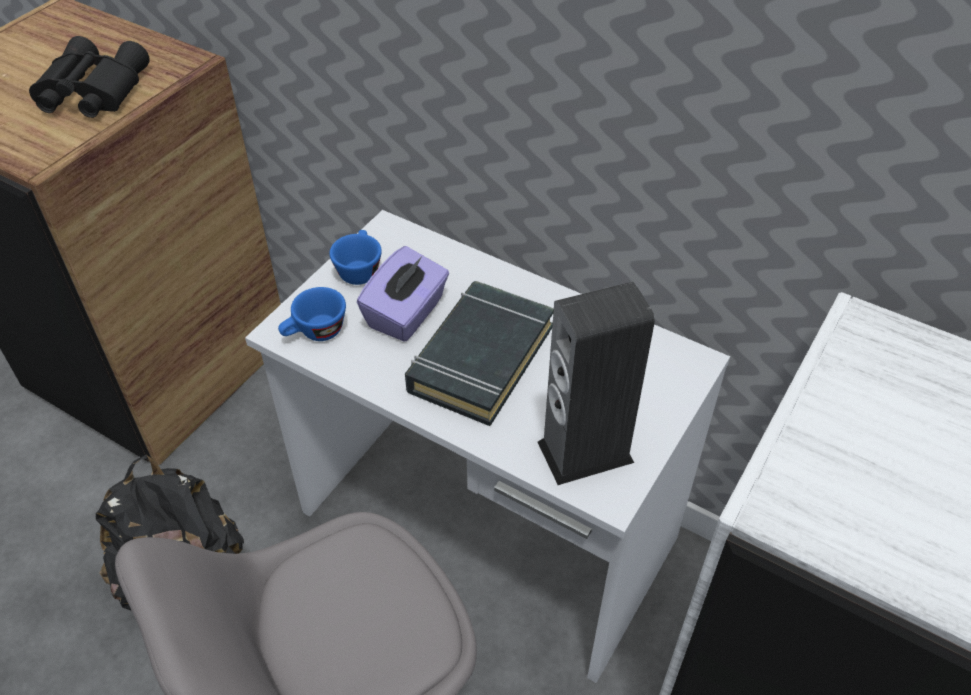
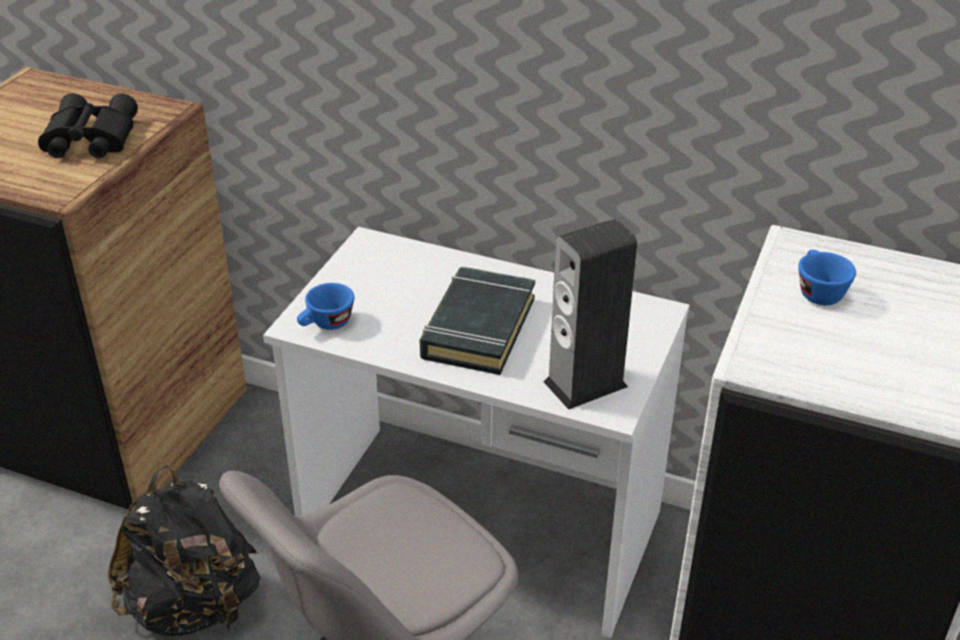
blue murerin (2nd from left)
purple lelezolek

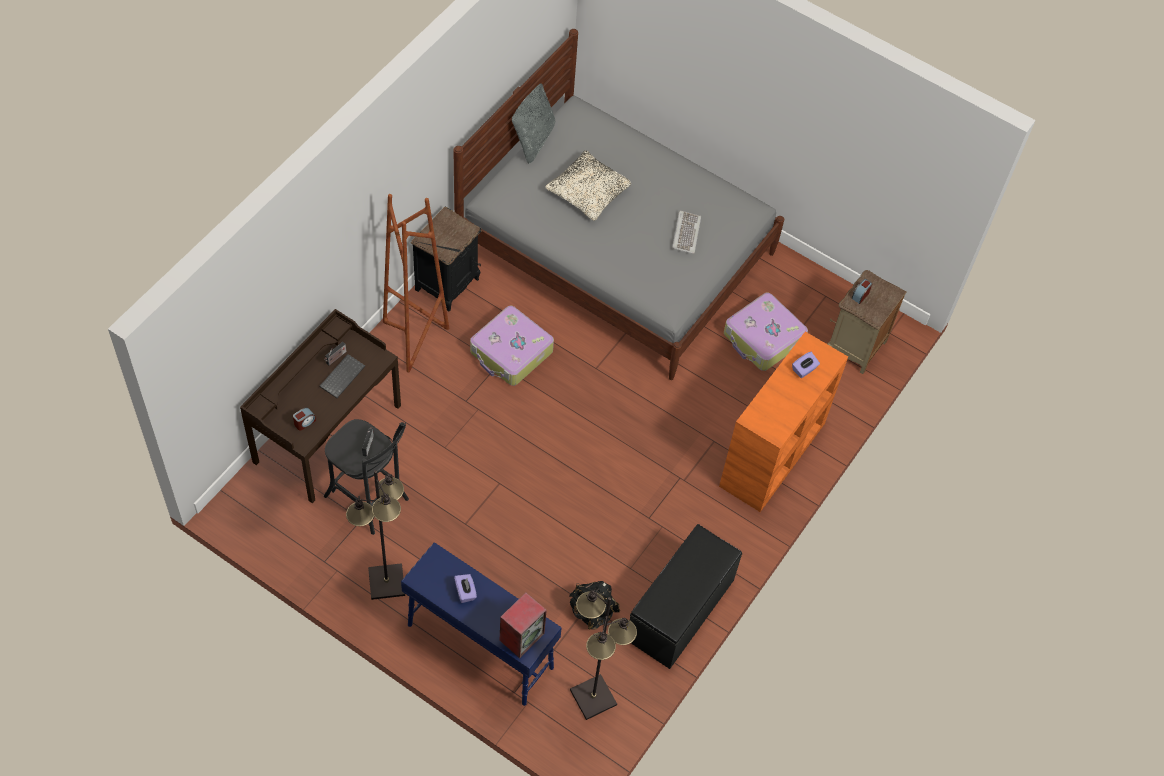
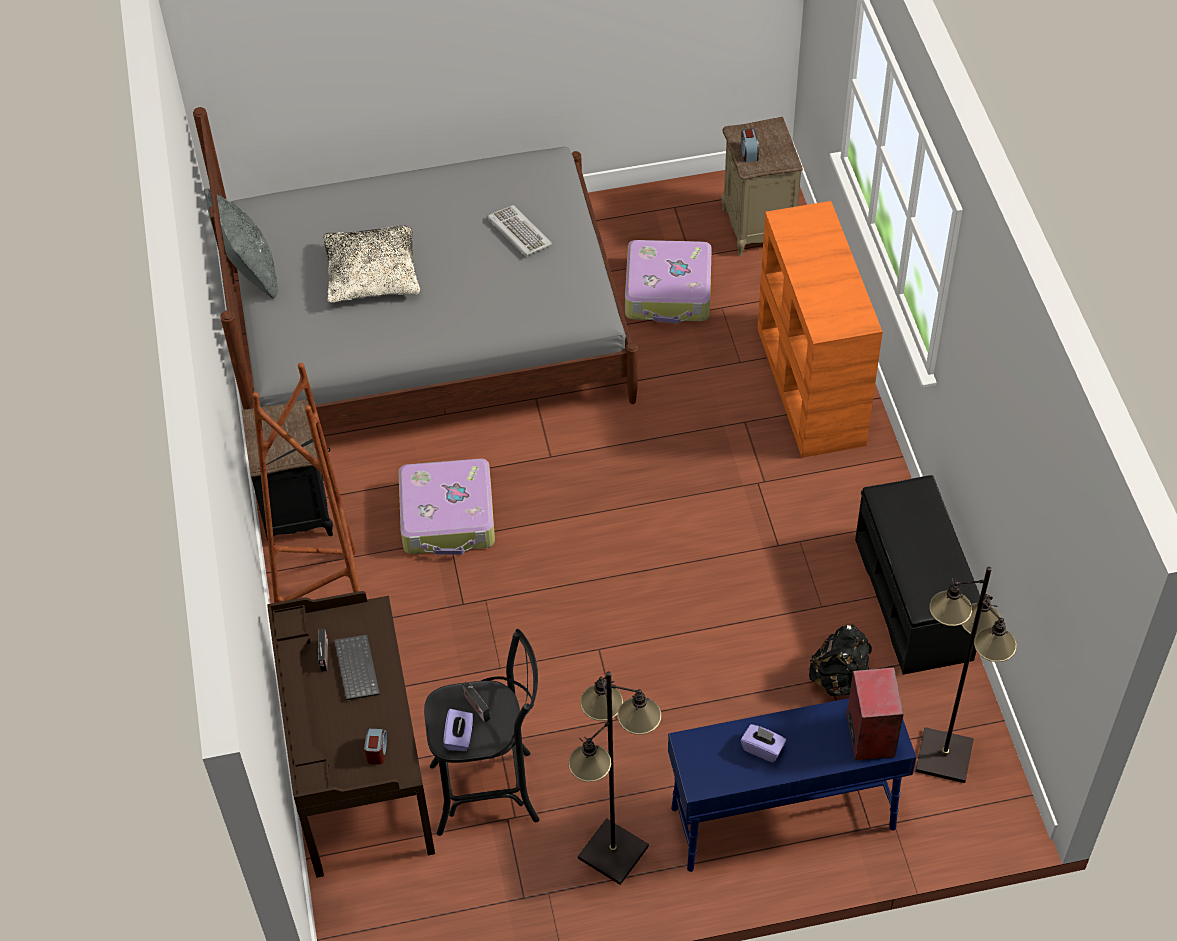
purple lelezolek (1st from left)

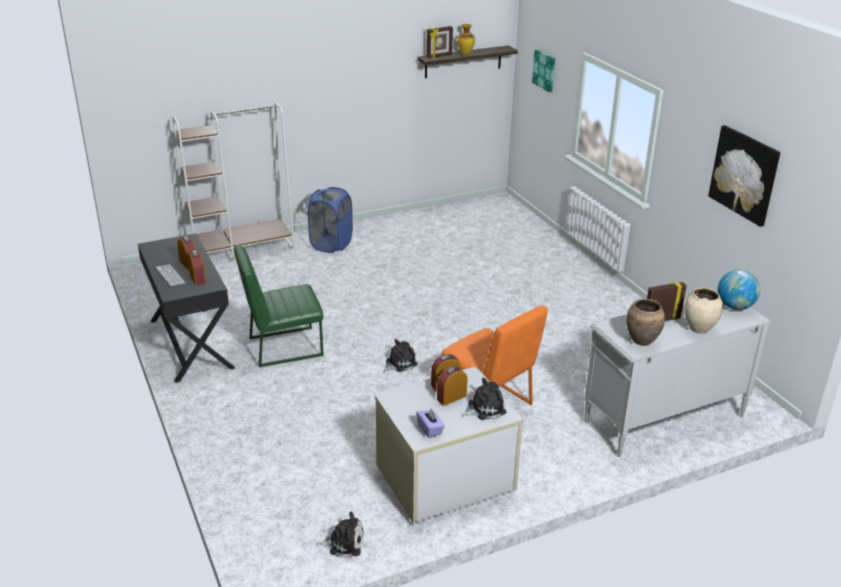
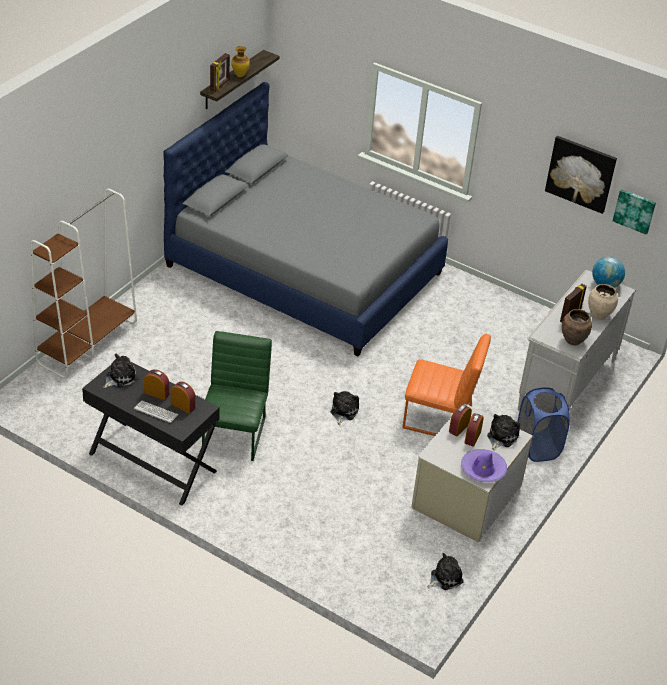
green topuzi
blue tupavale
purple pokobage
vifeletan (2nd from left)
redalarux (1st from left)
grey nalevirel

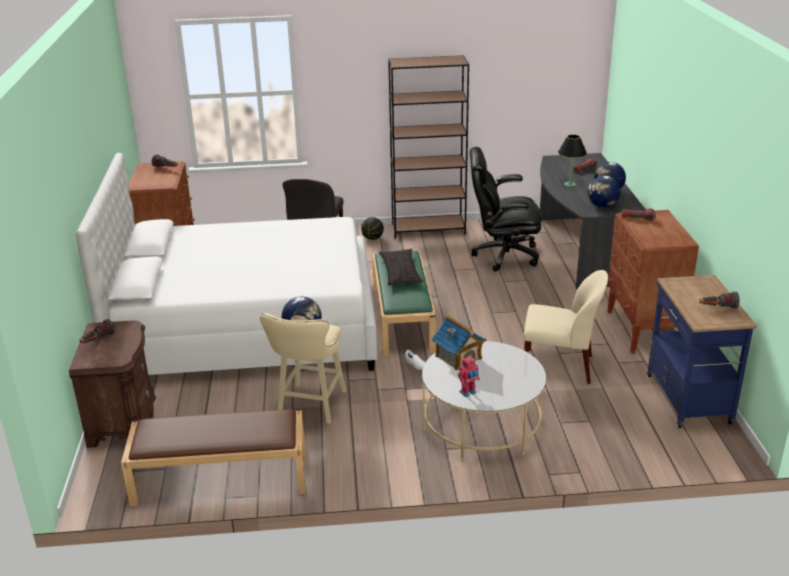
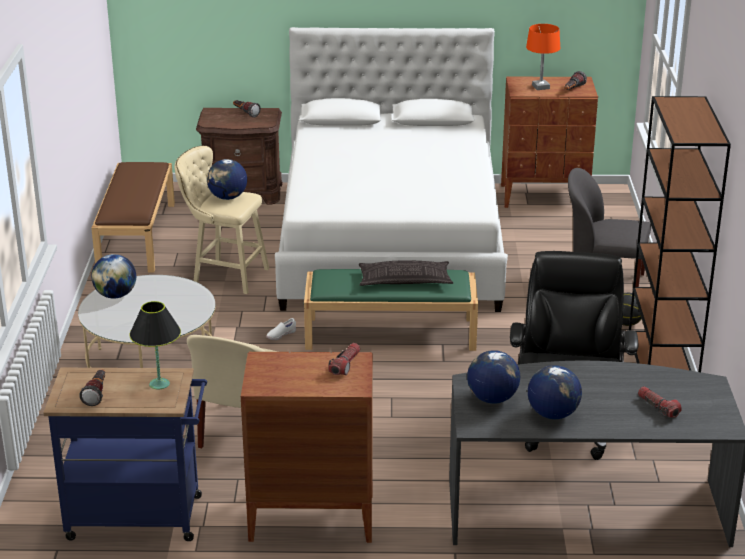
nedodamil
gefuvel (1st from left)
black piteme
orange piteme

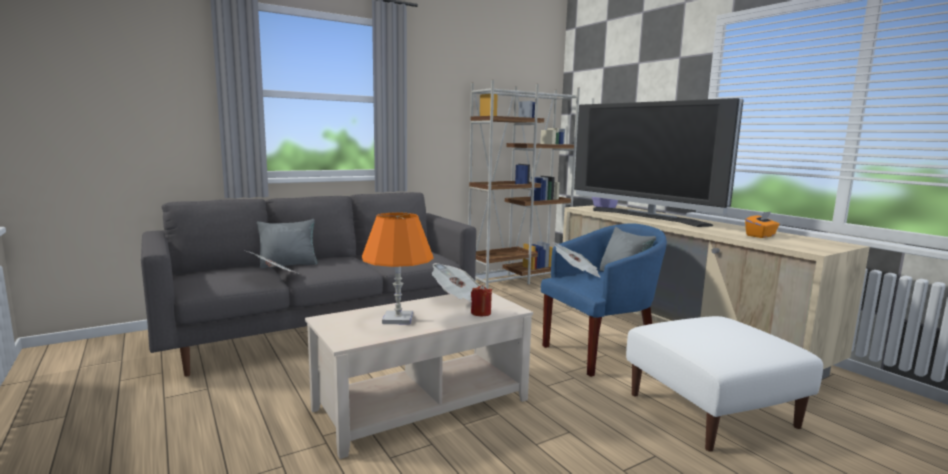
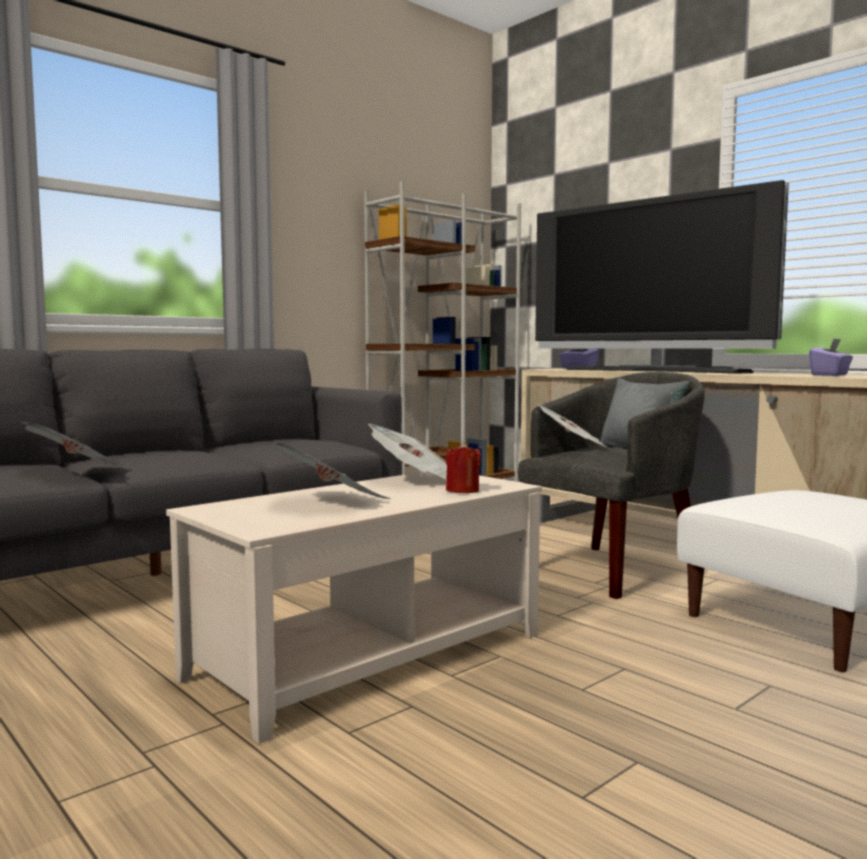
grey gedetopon (1st from left in the first image)
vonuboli (2nd from left)
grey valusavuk
purple lelezolek (2nd from left)

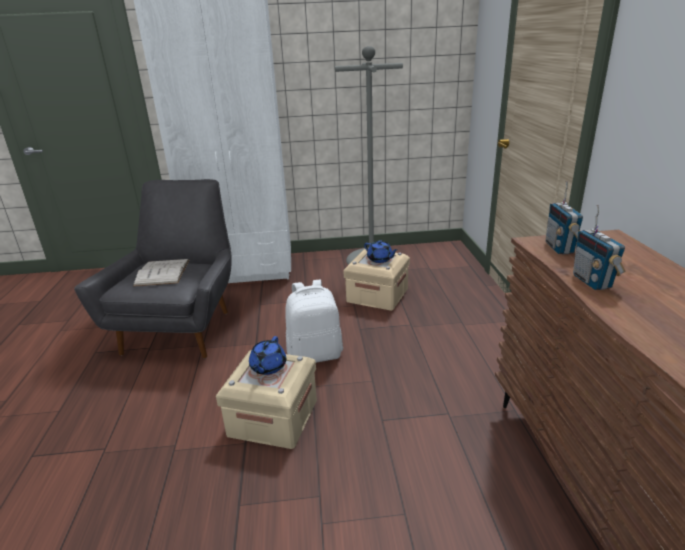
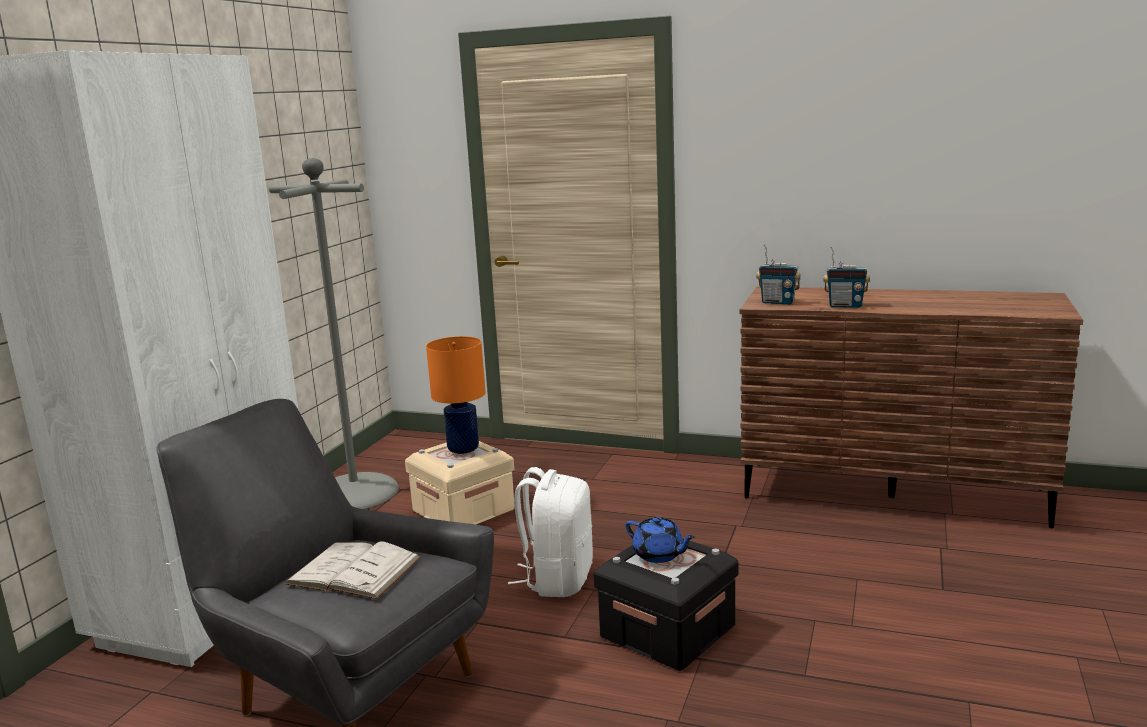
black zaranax
orange piteme

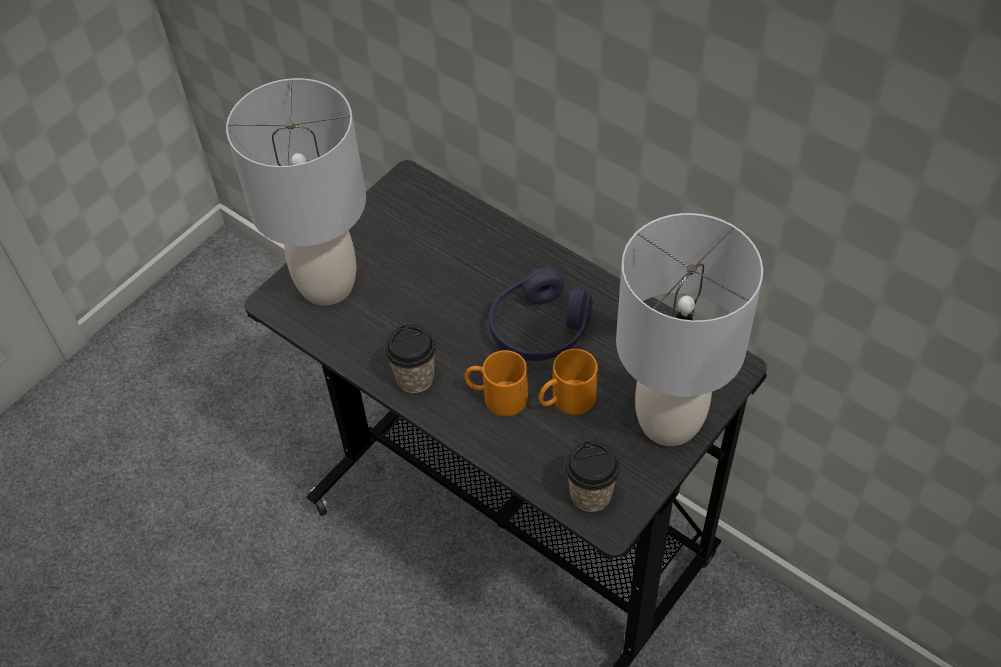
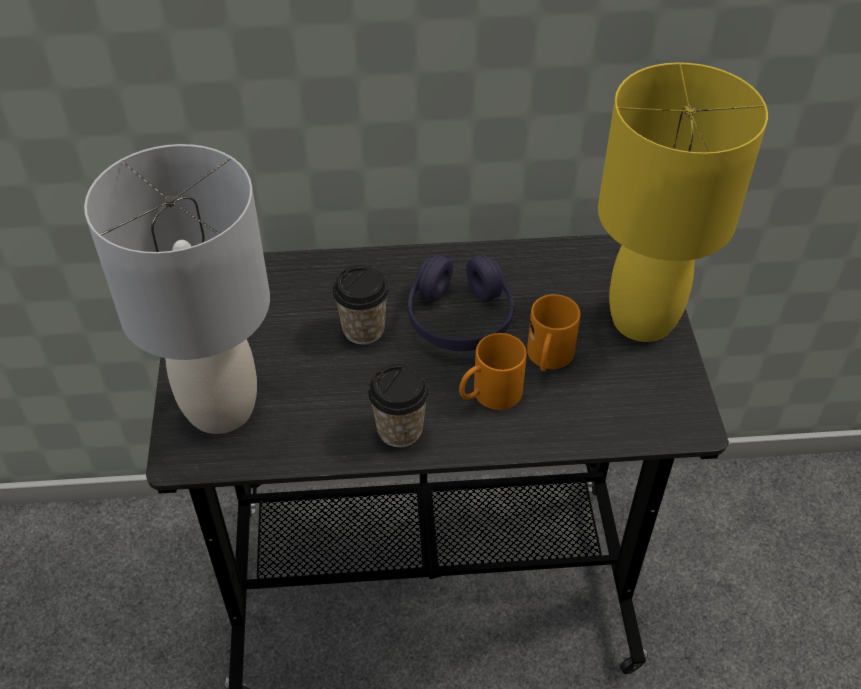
murerin (1st from left)
yellow piteme

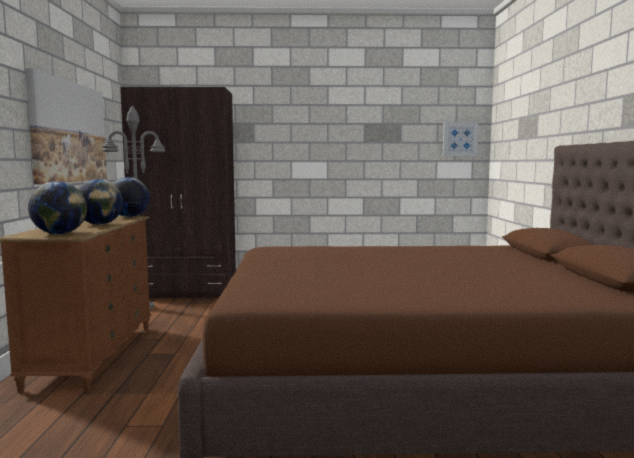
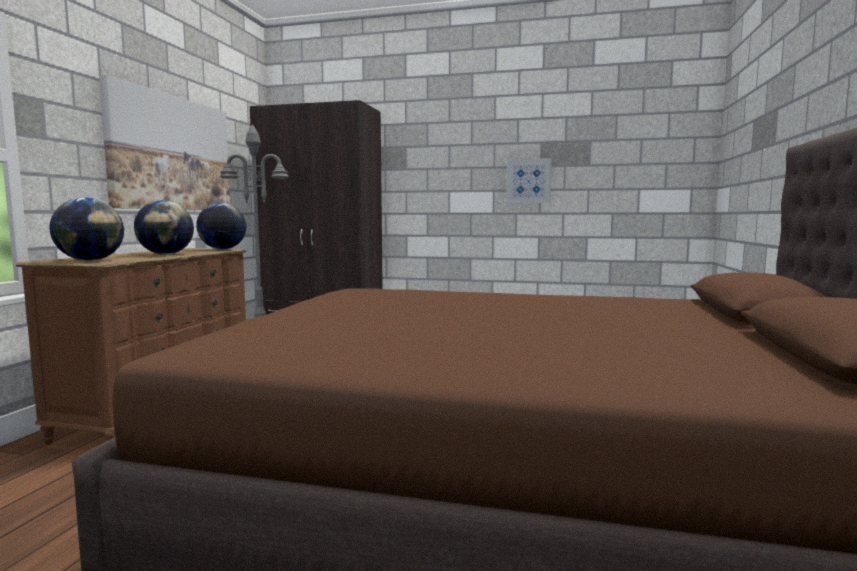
vifeletan (2nd from left)

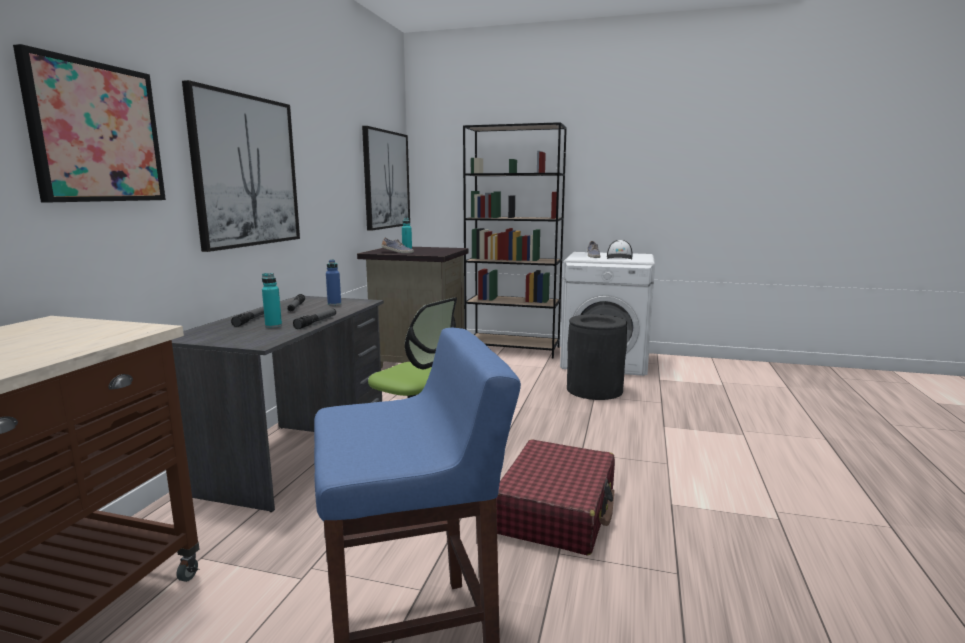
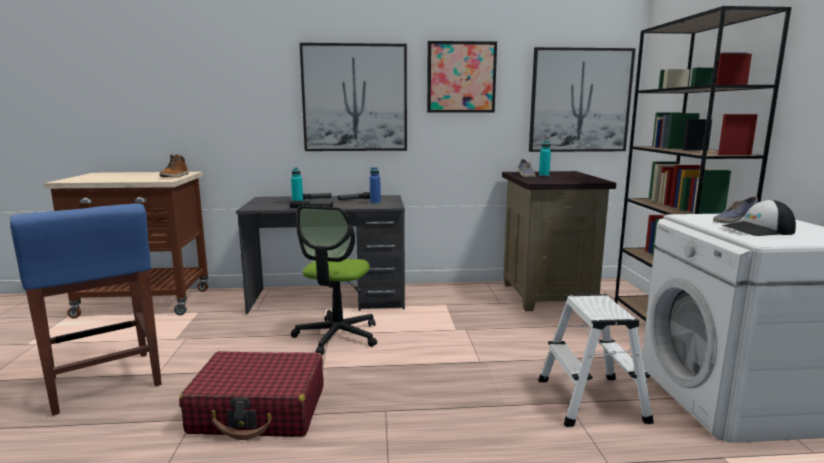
vifeletan (2nd from left)
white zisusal
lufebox

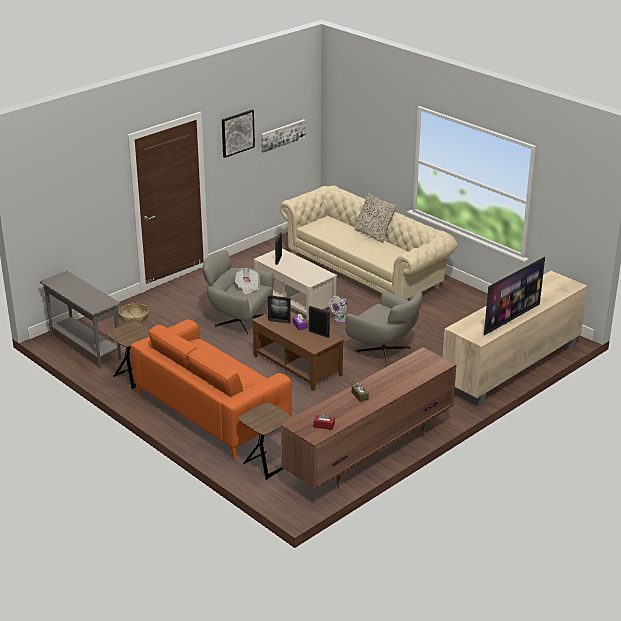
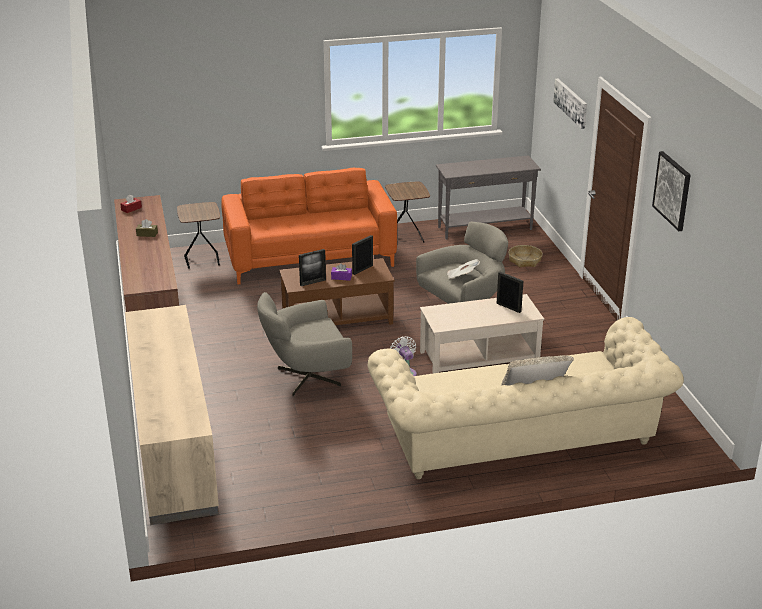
vifeletan (1st from left)
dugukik

